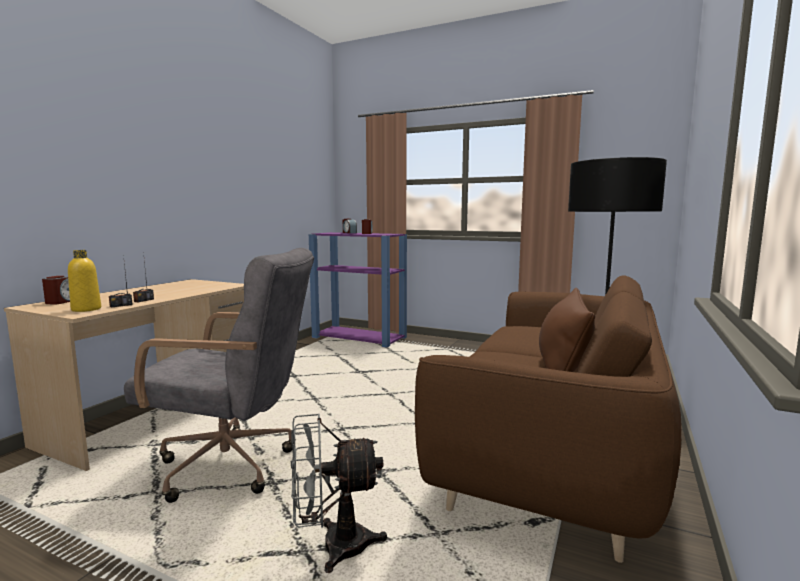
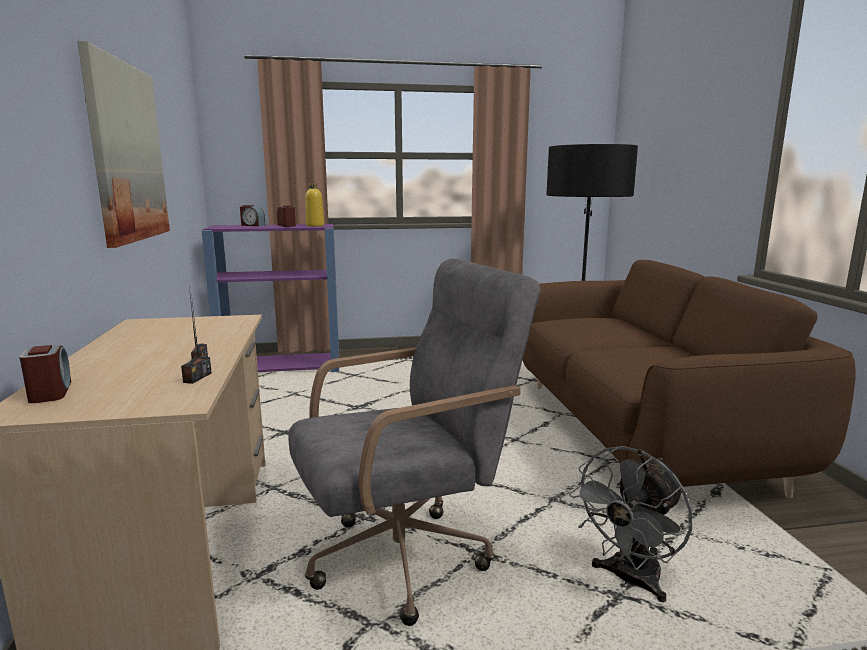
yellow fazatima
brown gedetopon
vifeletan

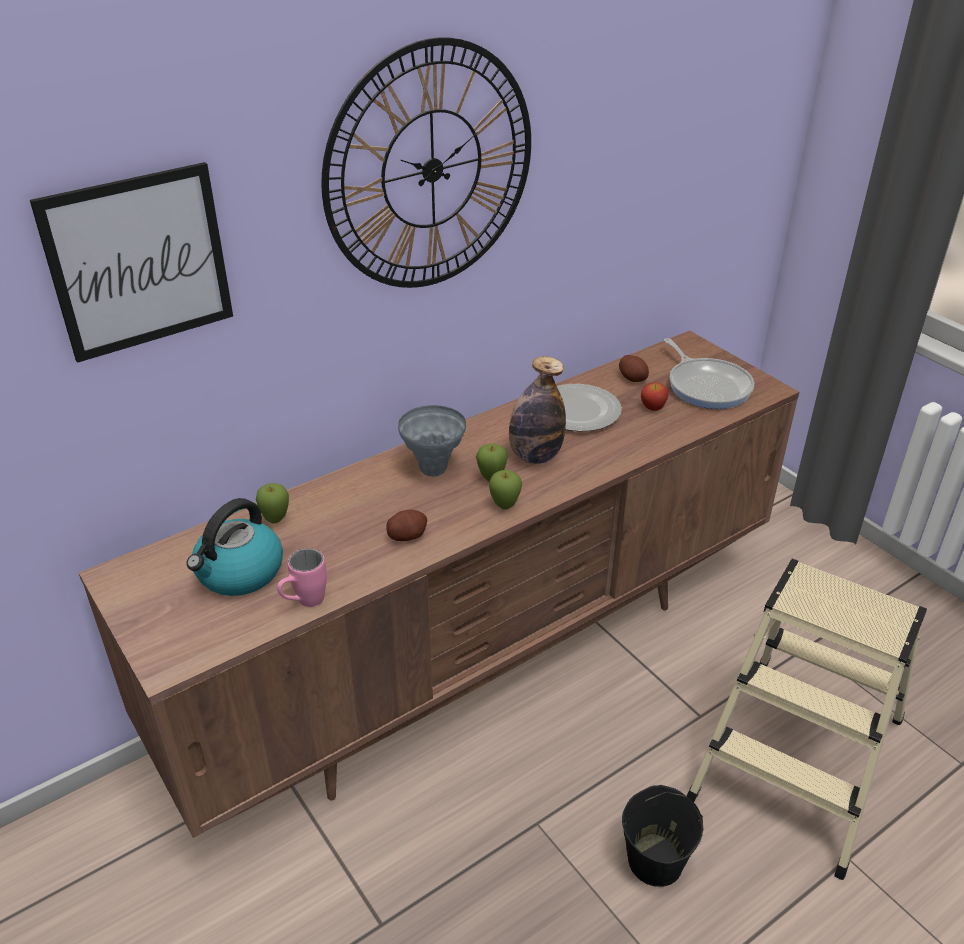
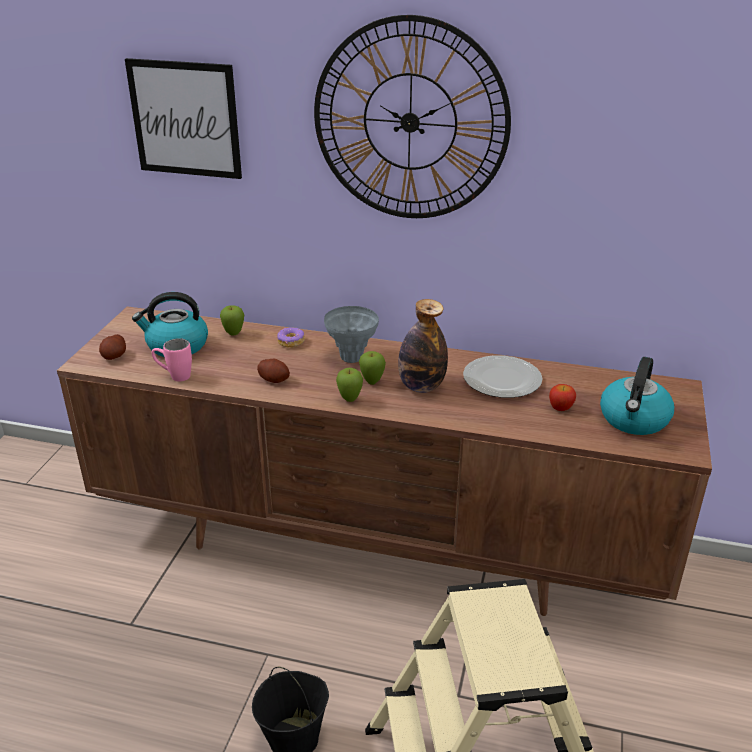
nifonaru (1st from left)
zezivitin (2nd from left)
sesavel

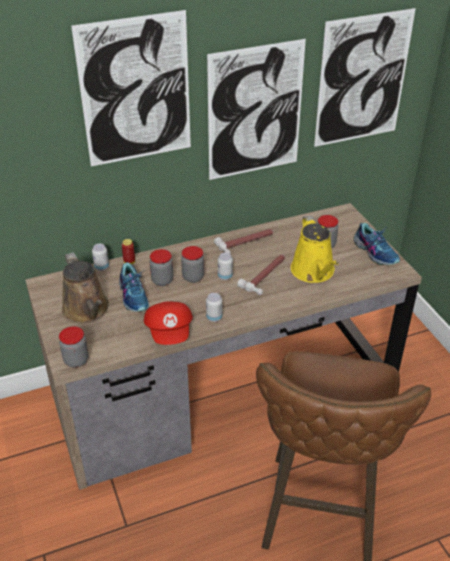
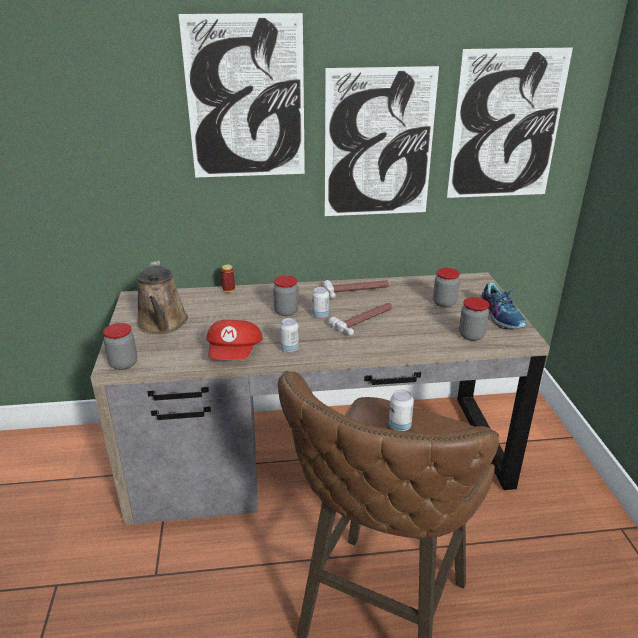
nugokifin (4th from left)
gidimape (1st from left in the first image)
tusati (4th from left)
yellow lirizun

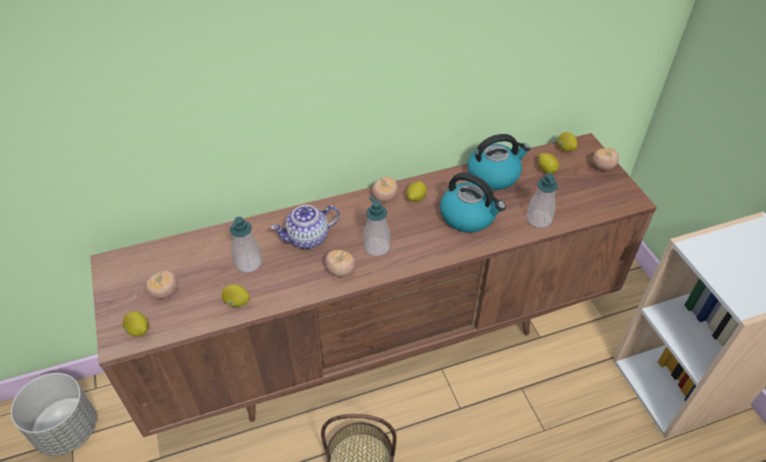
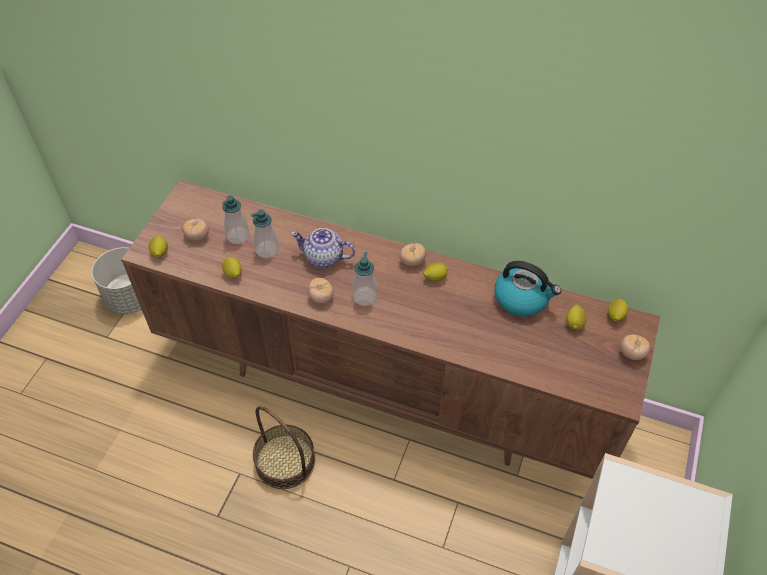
zezivitin (1st from left in the first image)
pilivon (1st from left)

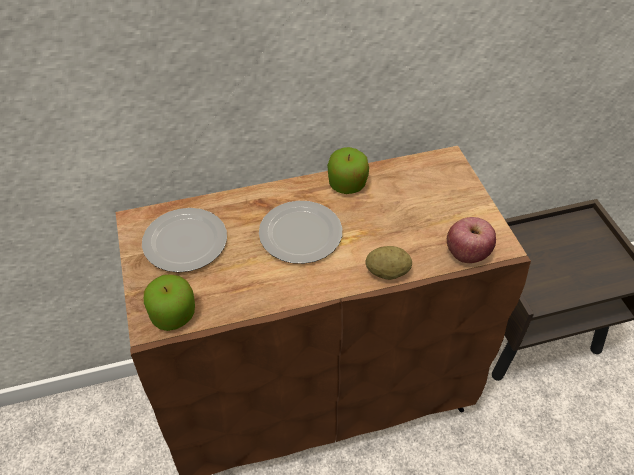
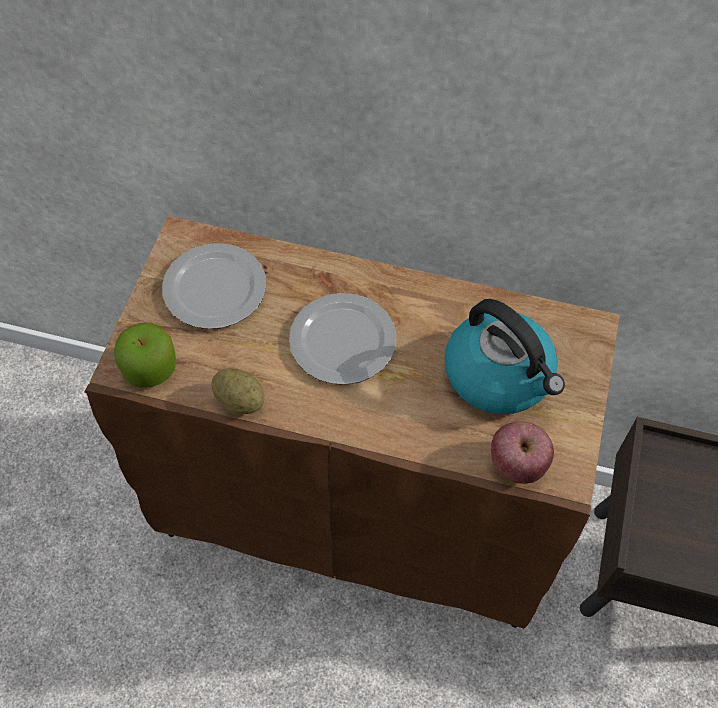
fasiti (2nd from left in the first image)
nifonaru
zezivitin

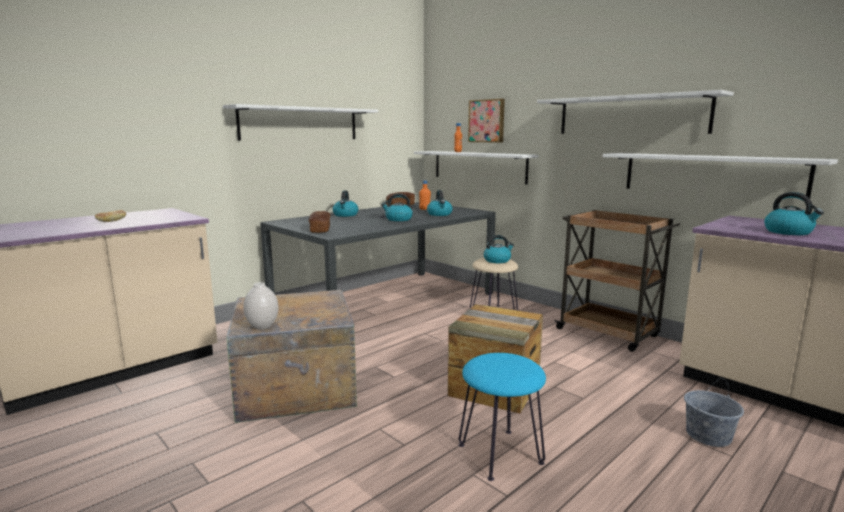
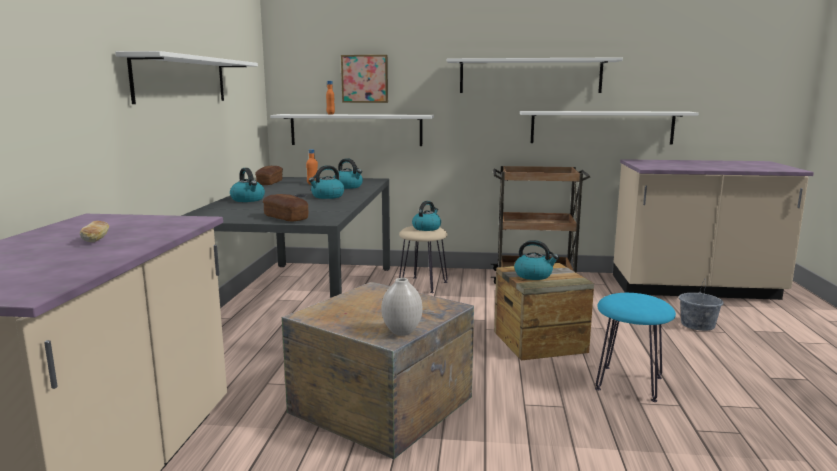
zezivitin (5th from left)

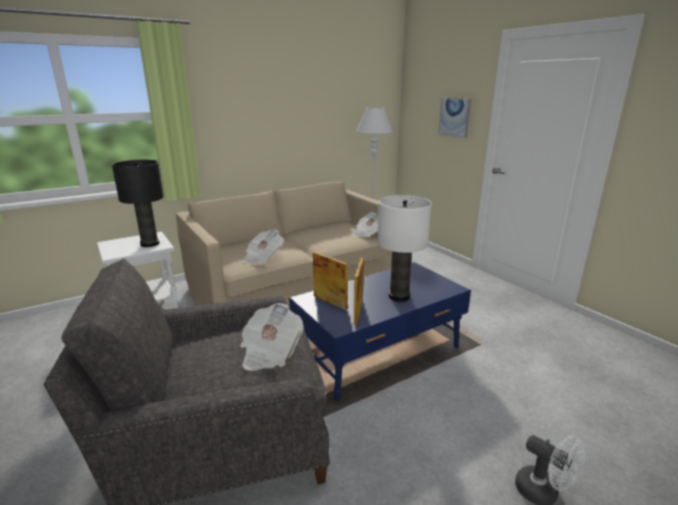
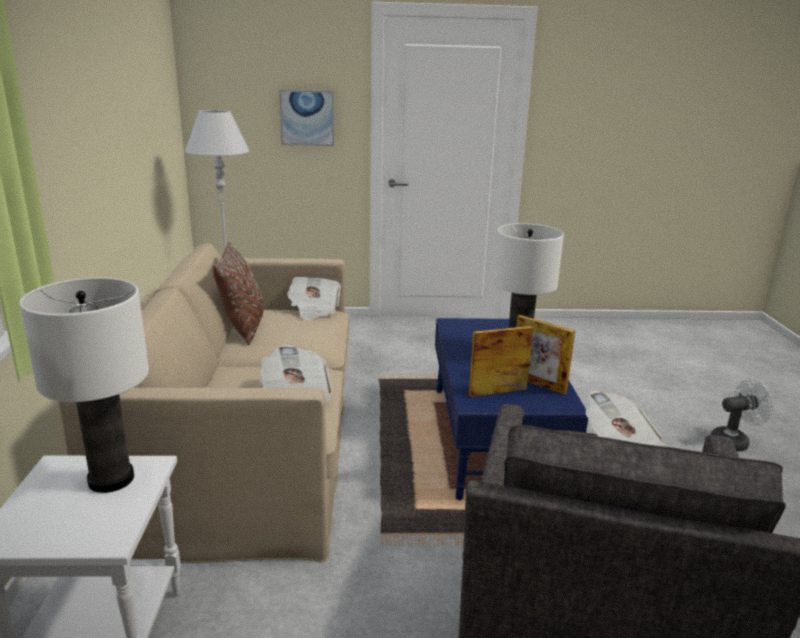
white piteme (1st from left)
brown gedetopon

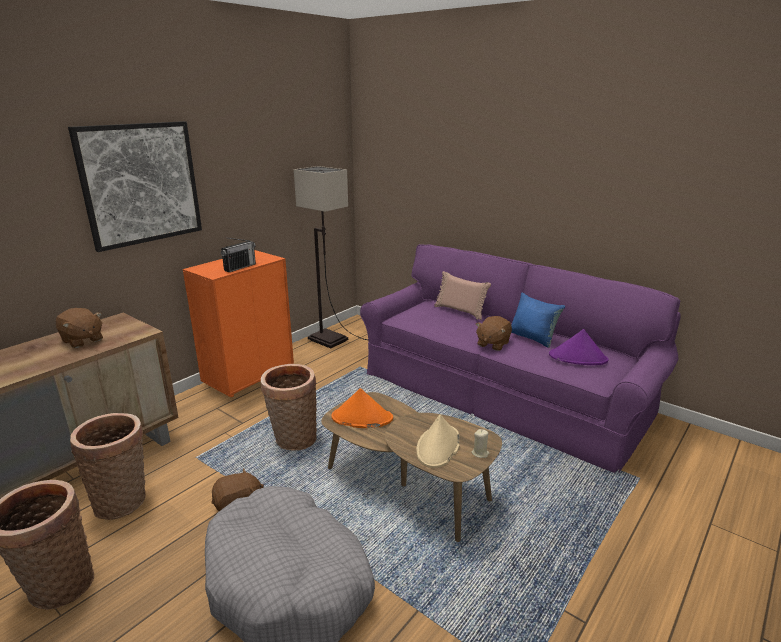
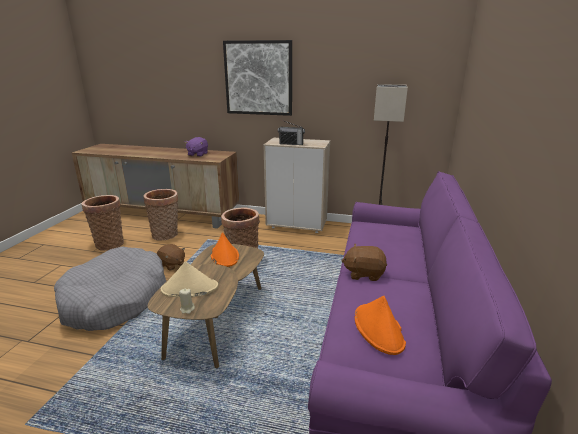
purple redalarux
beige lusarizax
beige gedetopon
blue gedetopon
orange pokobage (2nd from left)

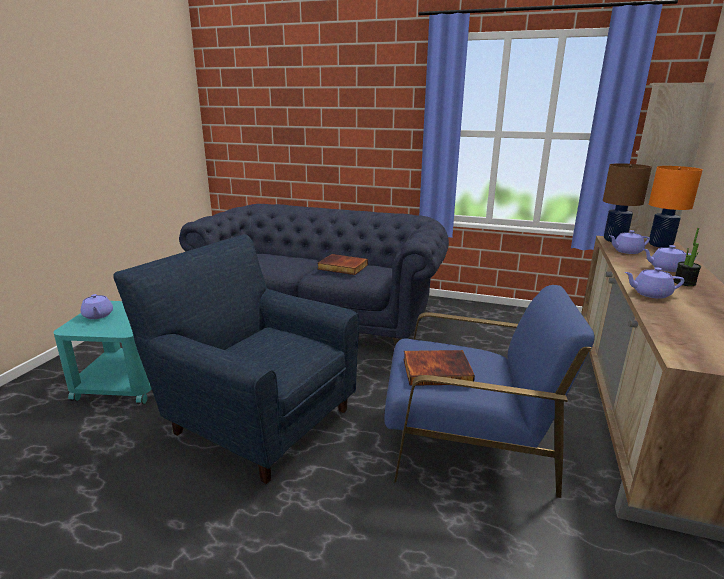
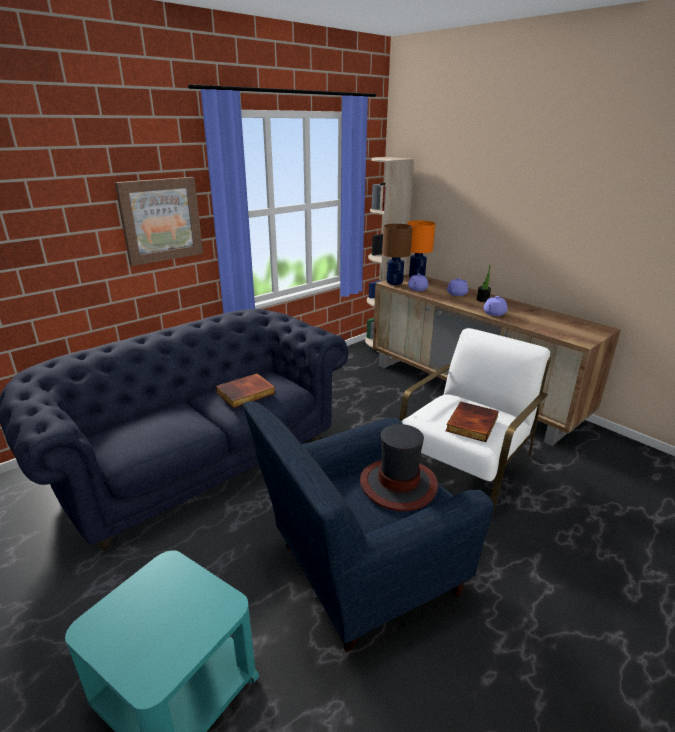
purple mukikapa (1st from left in the first image)
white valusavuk
vifeletan
pokobage

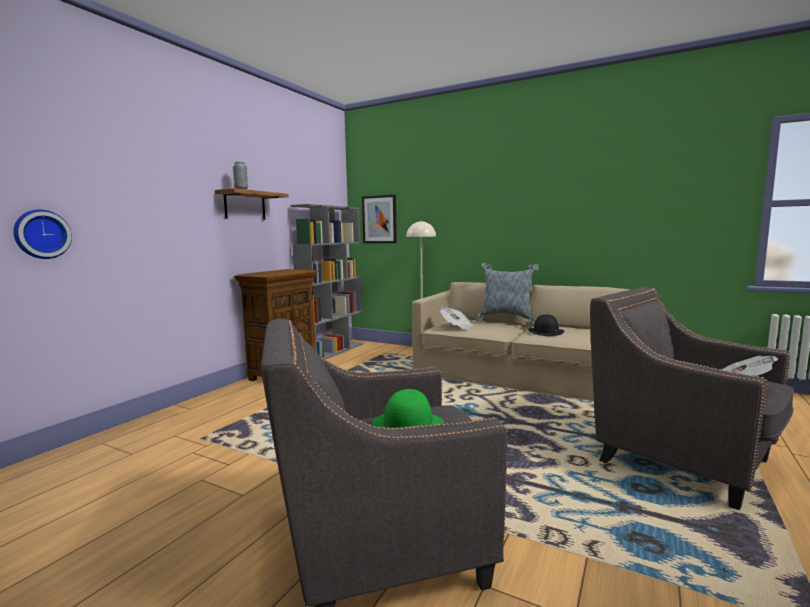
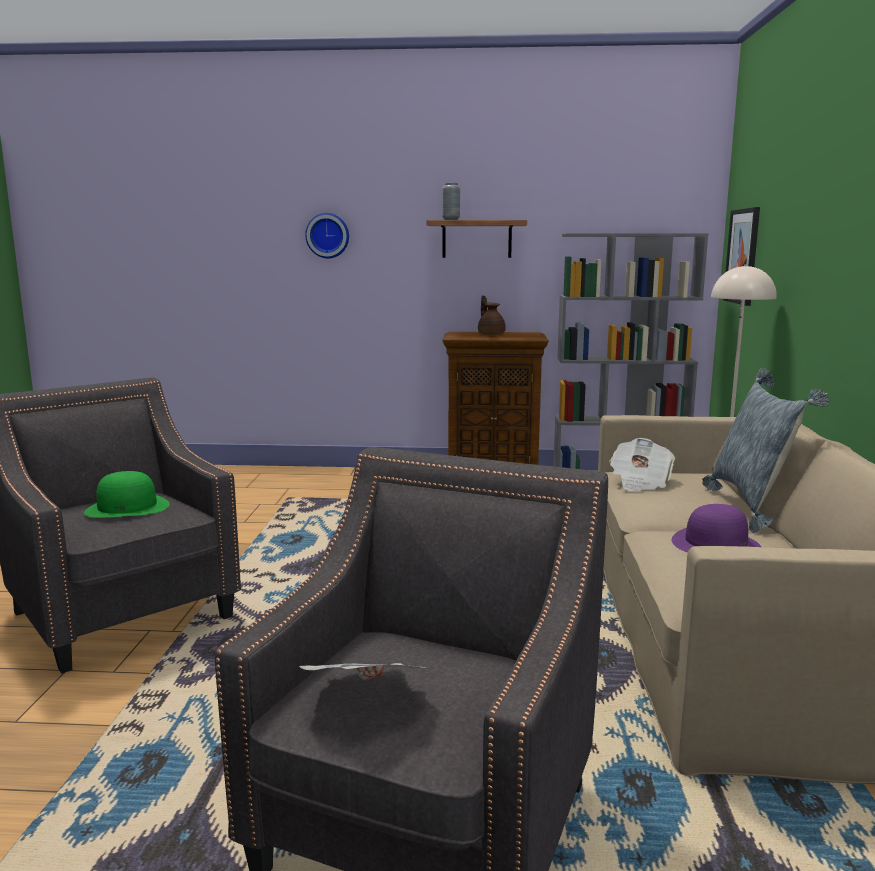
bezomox
purple pokobage
brown mukikapa

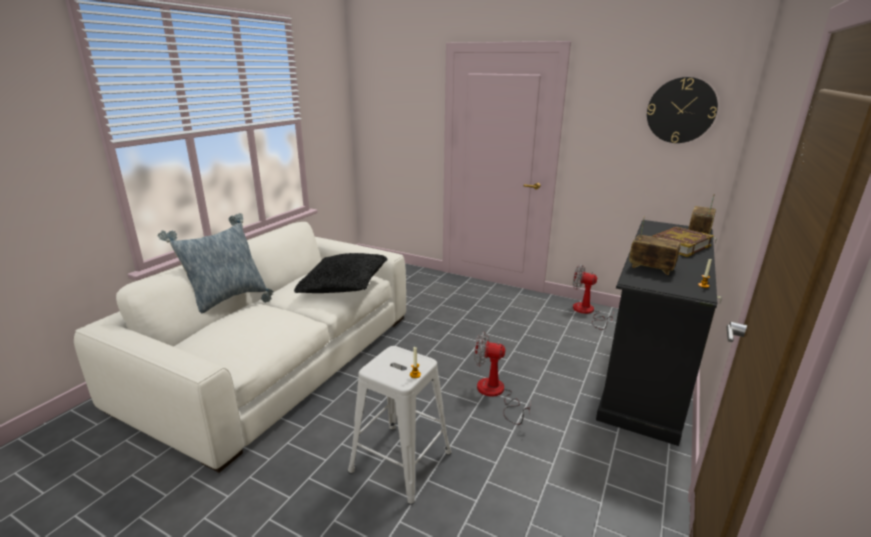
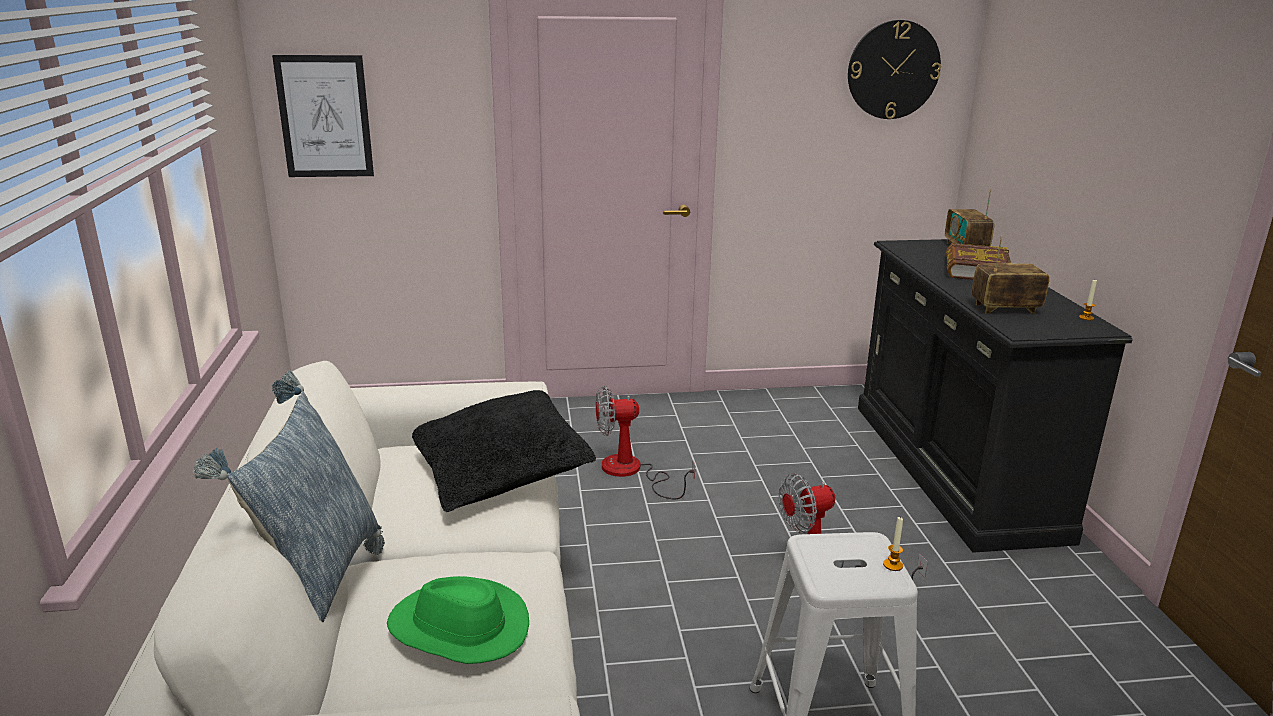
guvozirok (1st from left)
vifeletan
green pokobage

